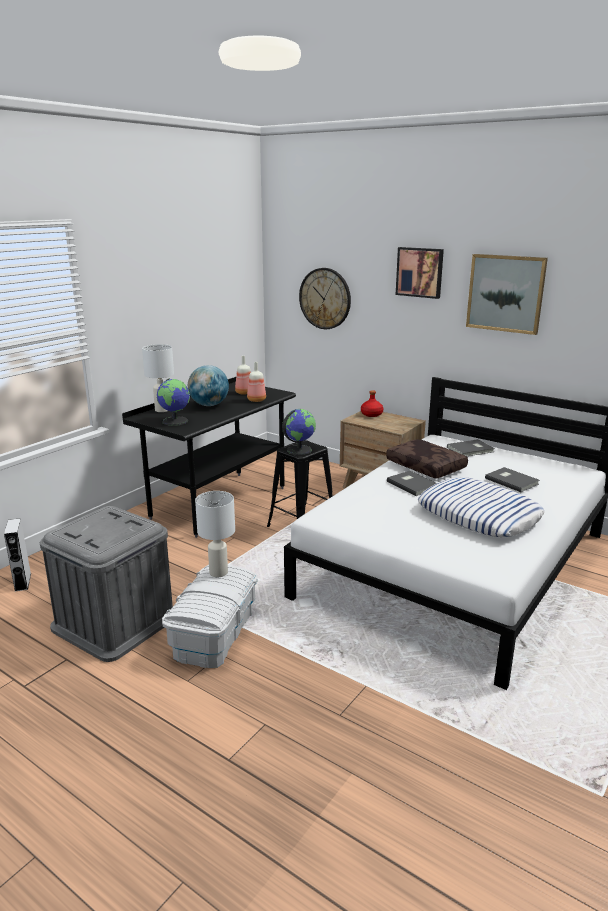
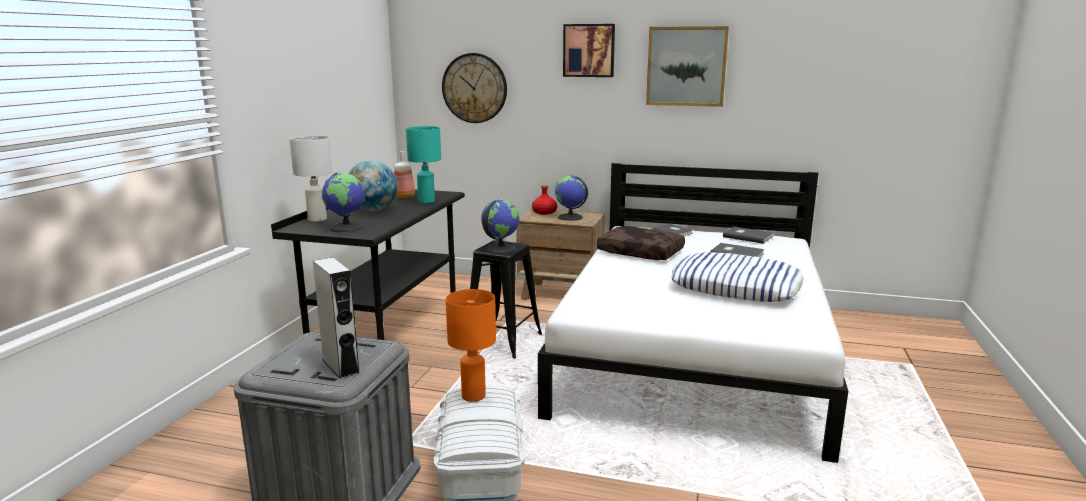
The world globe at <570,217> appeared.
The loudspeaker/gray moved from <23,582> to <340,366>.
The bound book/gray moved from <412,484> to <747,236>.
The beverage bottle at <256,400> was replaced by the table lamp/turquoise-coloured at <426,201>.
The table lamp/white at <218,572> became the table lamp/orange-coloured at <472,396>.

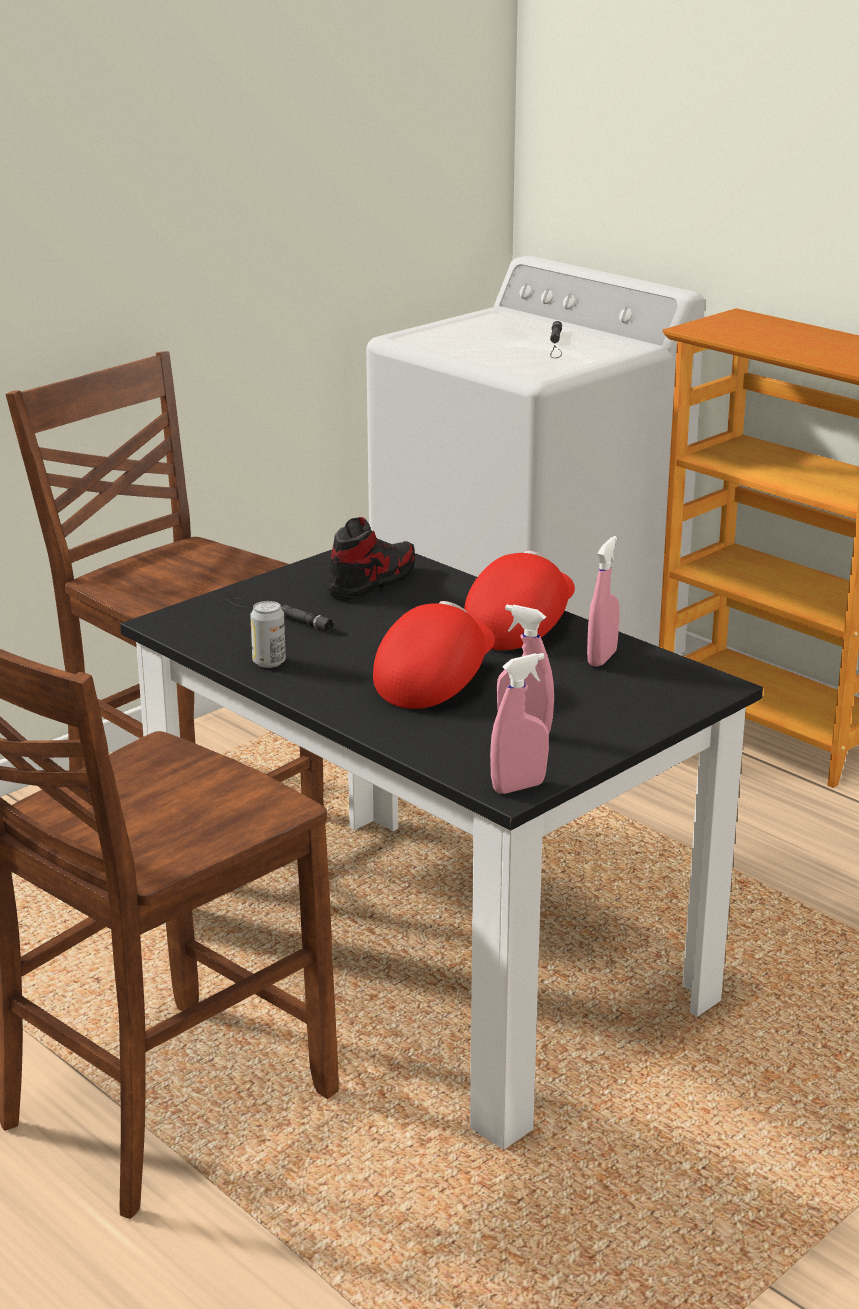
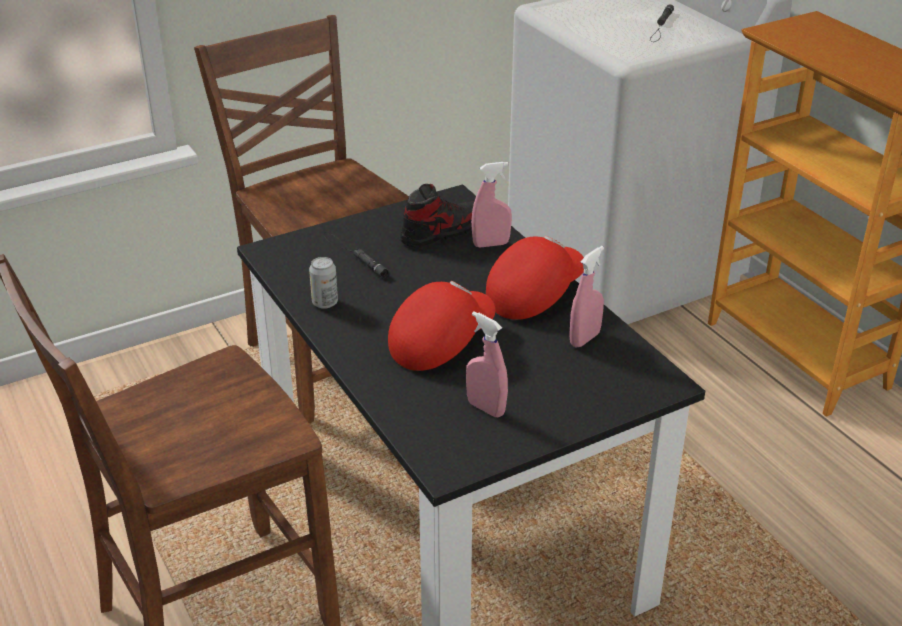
The hand sprayer/pink-coloured moved from <518,787> to <491,244>.

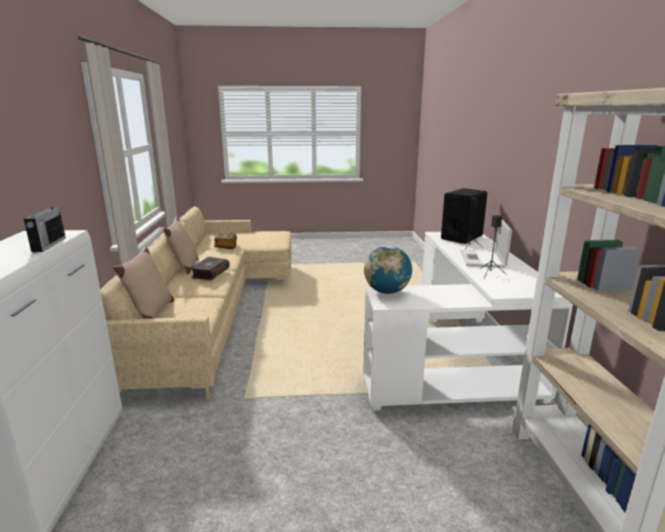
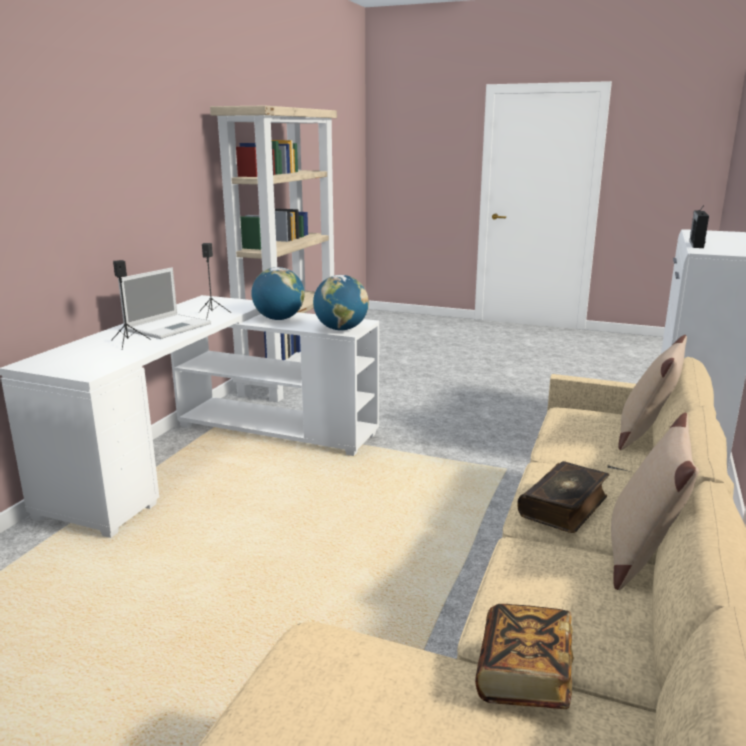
The loudspeaker/black at <461,237> disappeared.
The world globe at <279,319> appeared.

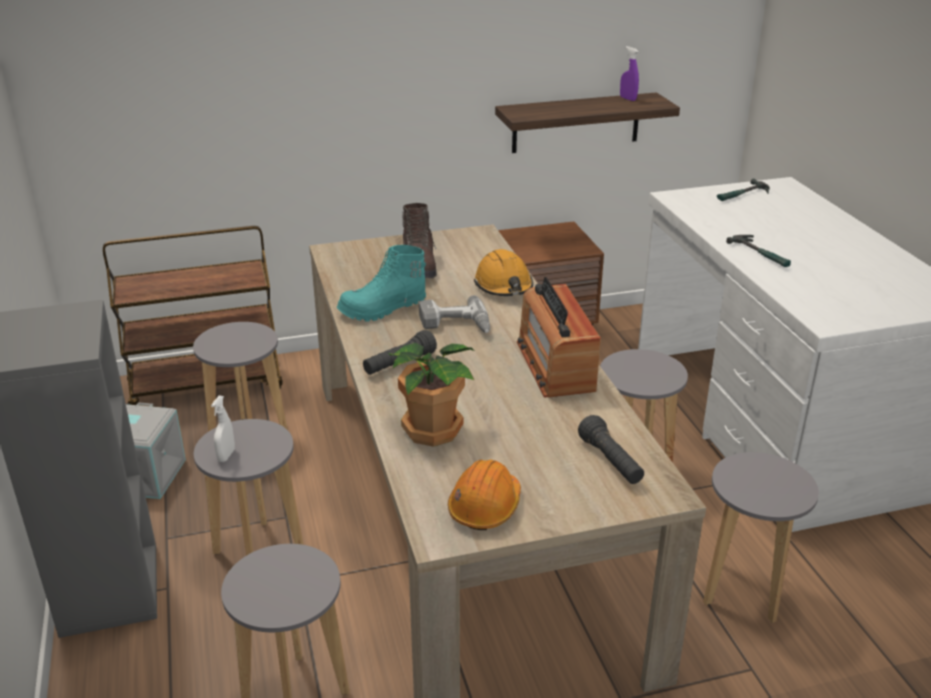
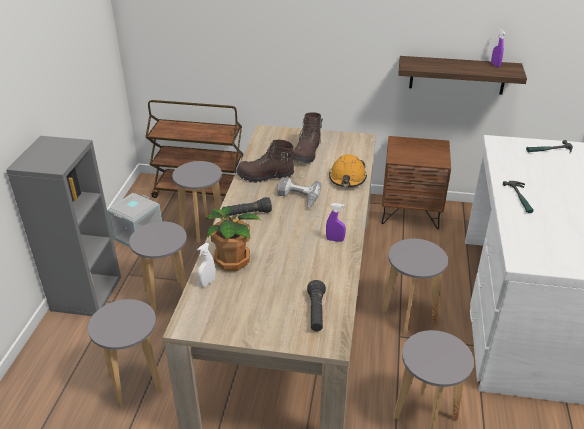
The safety helmet/orange-coloured at <485,507> disappeared.
The hand sprayer/white moved from <226,455> to <207,282>.
The radio set at <555,365> was replaced by the hand sprayer/purple at <335,240>.
The tall boot/turquoise-coloured at <383,309> became the tall boot/brown-coloured at <265,176>.

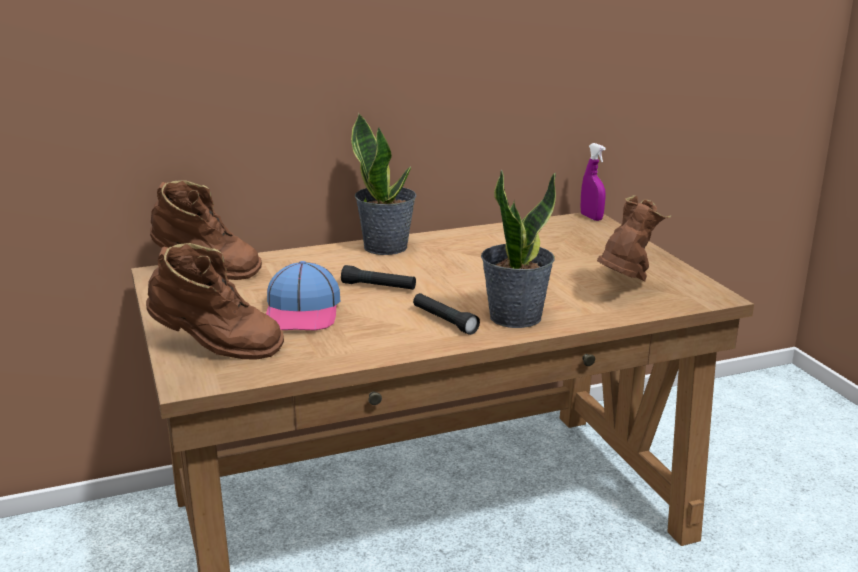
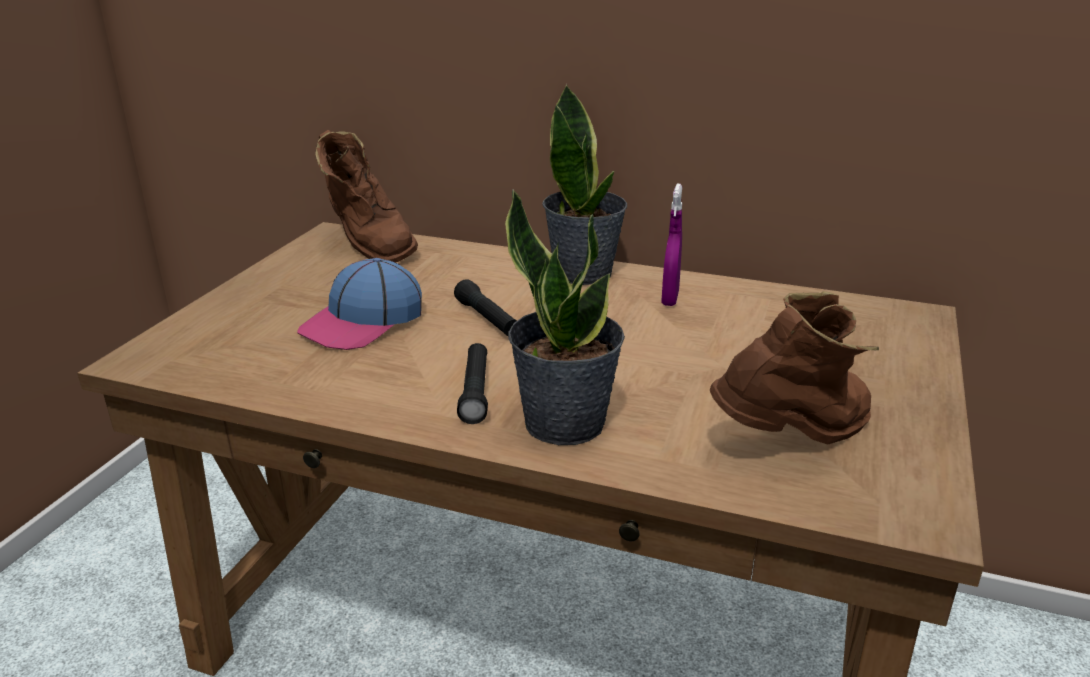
The tall boot/brown-coloured at <216,350> disappeared.
The hand sprayer/purple moved from <591,217> to <670,298>.

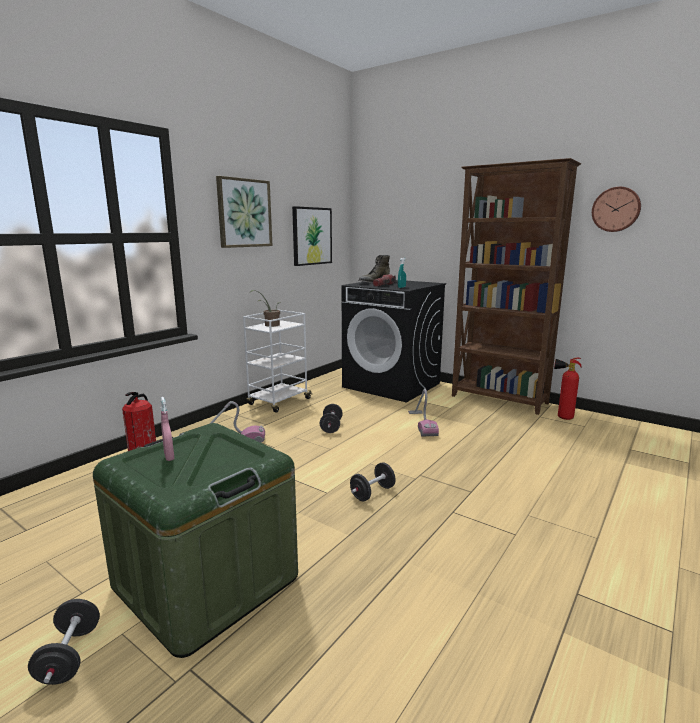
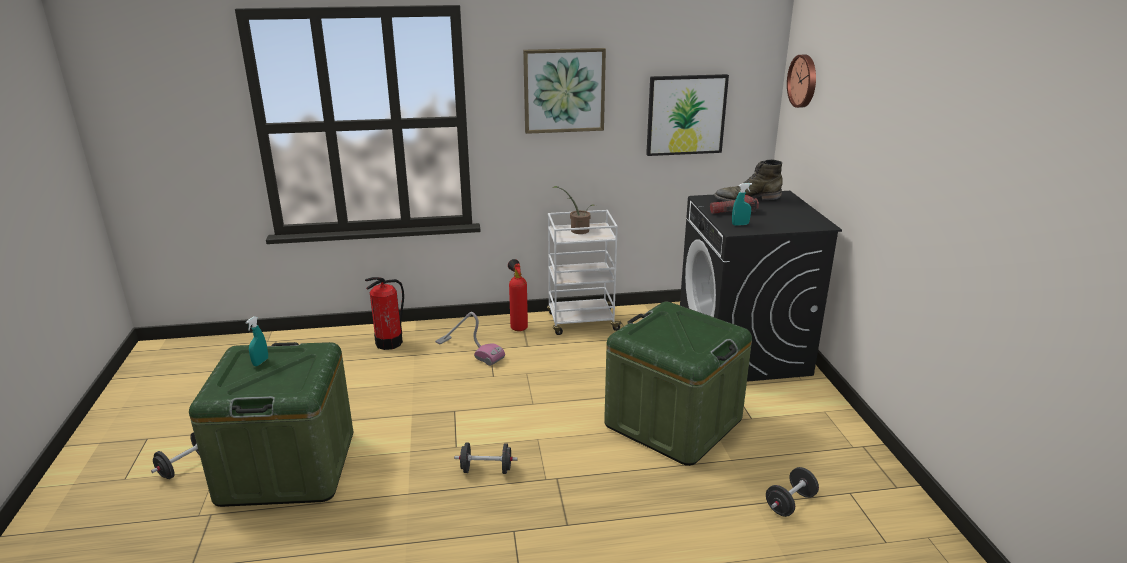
The bookcase/brown-coloured at <499,400> disappeared.
The hand weight/black moved from <331,427> to <790,503>.
The fire-fighting cylinder moved from <561,417> to <518,327>.
The hanging clock moved from <616,209> to <804,81>.
The vacuum cleaner at <422,424> was replaced by the storage bin/green-coloured at <673,422>.
The hand sprayer/pink-coloured at <169,457> became the hand sprayer/turquoise-coloured at <260,362>.

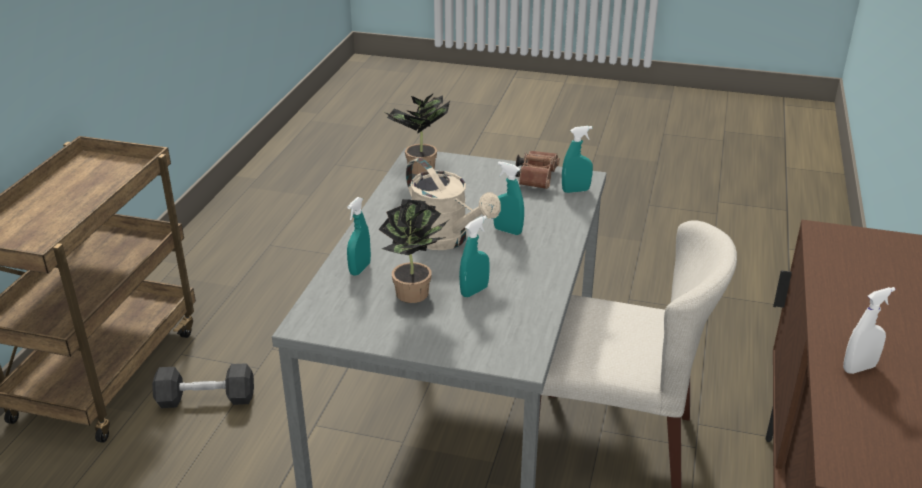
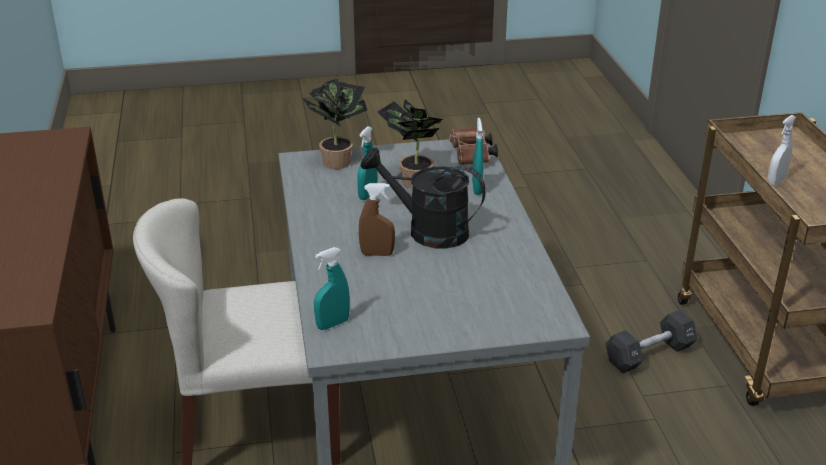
The plant in a pot moved from <419,170> to <337,160>.
The binoculars/brown-coloured moved from <535,178> to <472,157>.
The hand sprayer/white moved from <859,368> to <776,182>.
The watering pot/sand-coloured at <447,240> became the watering pot/black at <427,230>.
The hand sprayer/turquoise-coloured at <507,231> became the hand sprayer/brown-coloured at <377,254>.

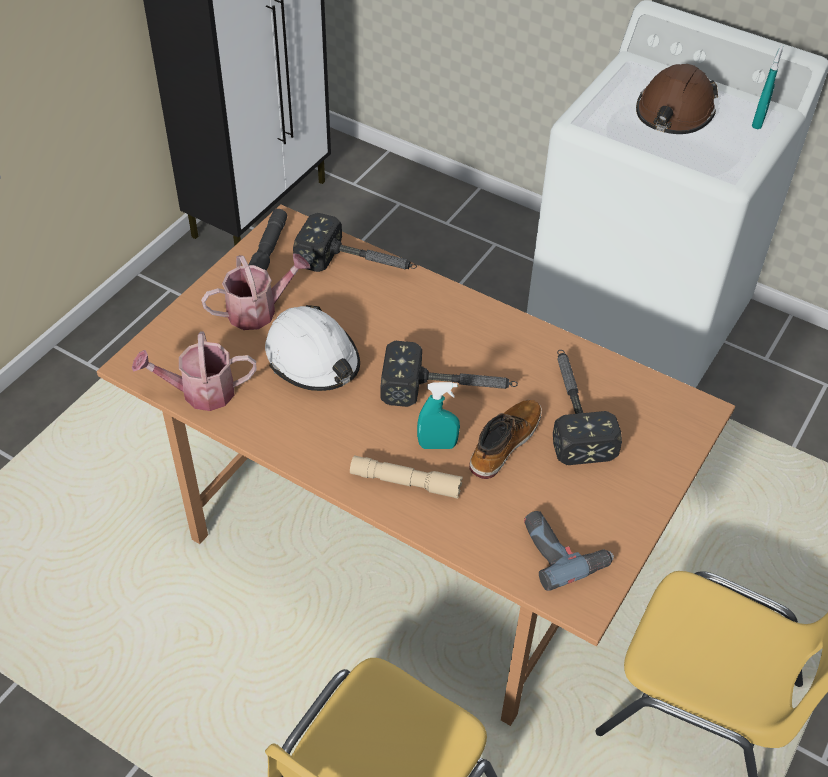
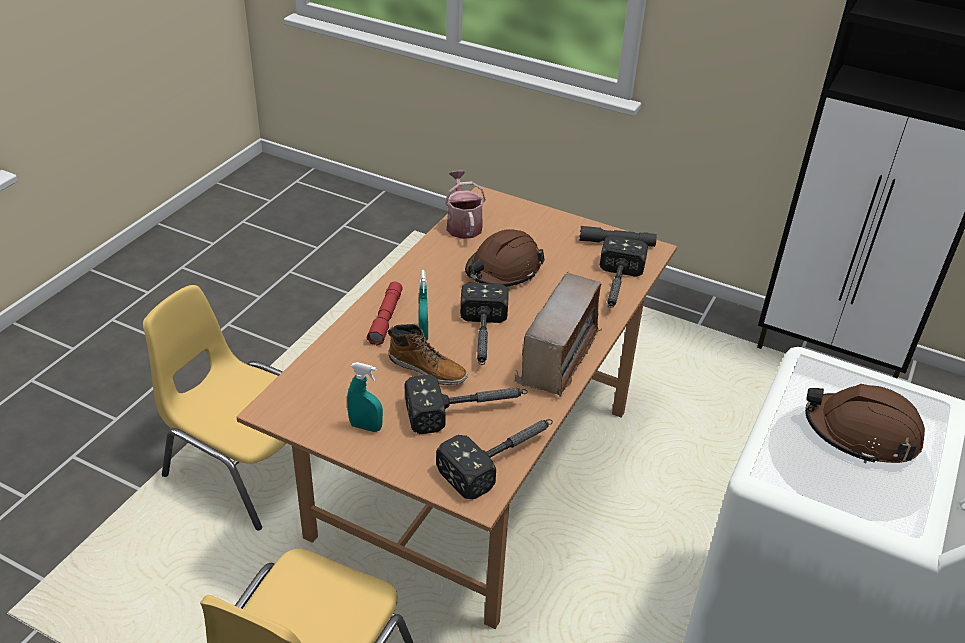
The watering pot at <258,310> disappeared.
The power drill at <563,550> disappeared.
The tool hammer at <502,458> appeared.
The radio set at <559,356> appeared.
The hand sprayer/turquoise-coloured moved from <758,121> to <365,427>.
The safety helmet/white at <313,359> became the safety helmet/brown-coloured at <503,270>.
The torch/sand-coloured at <405,482> became the torch/reddish at <386,318>.

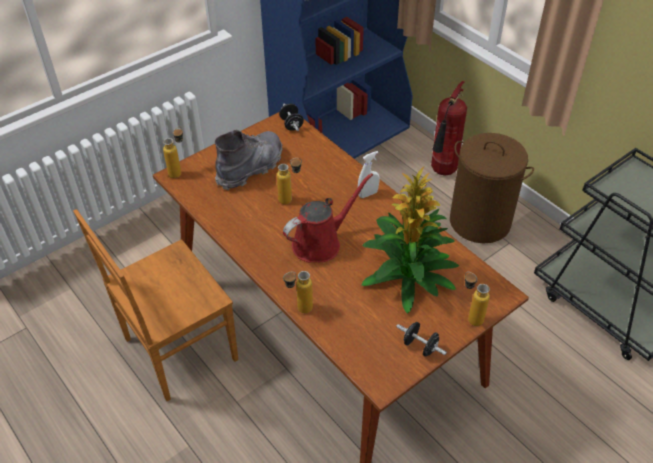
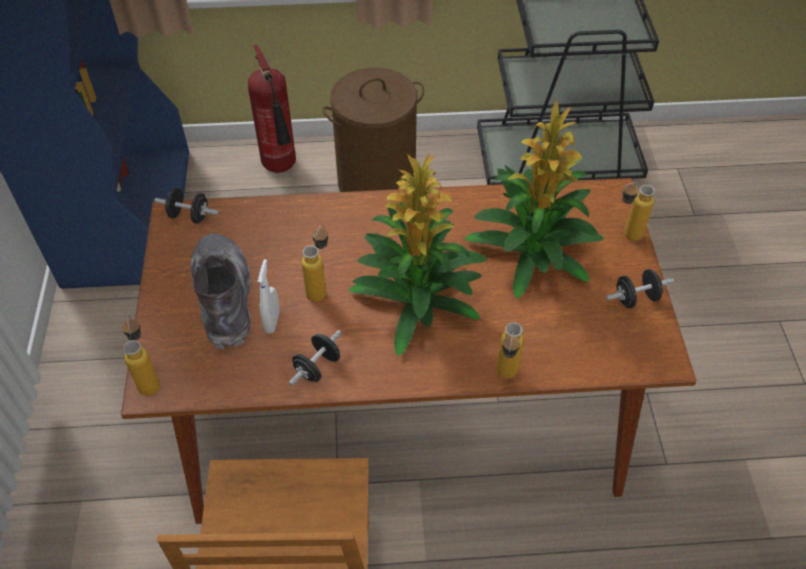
The hand weight/black at <317,367> appeared.
The hand sprayer/white moved from <368,194> to <272,321>.
The watering pot/reddish at <320,243> was replaced by the plant in a pot at <417,299>.

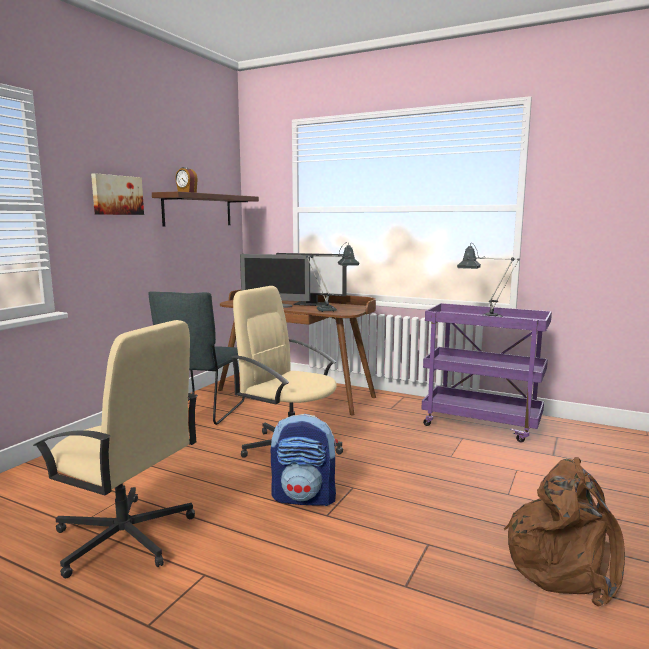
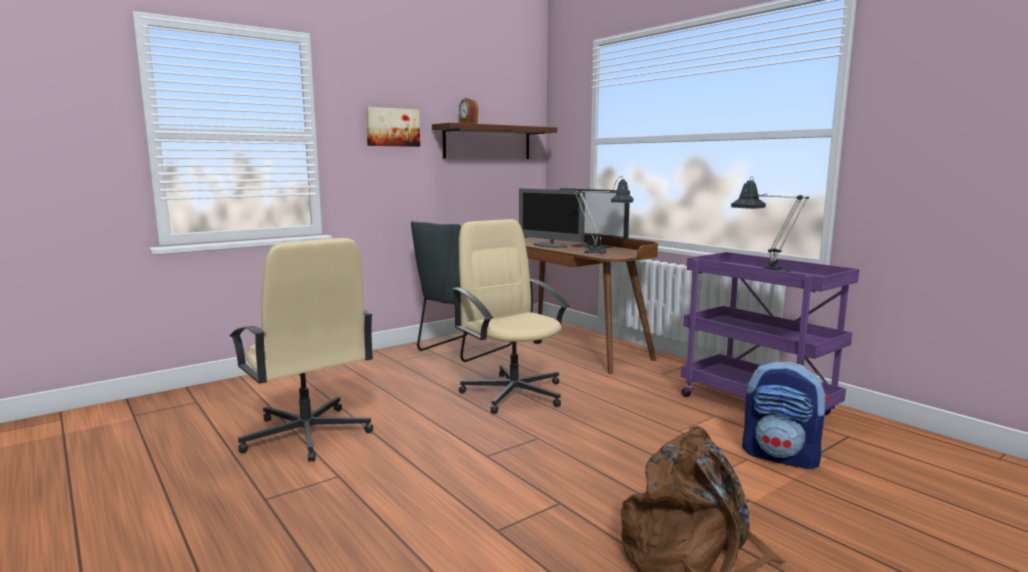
The knapsack moved from <305,497> to <781,456>.

